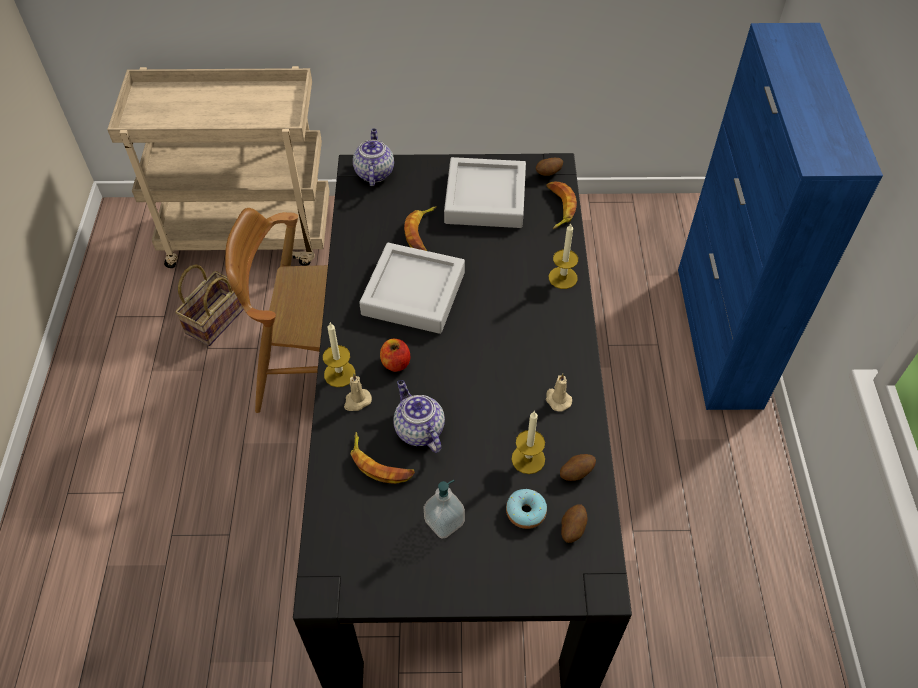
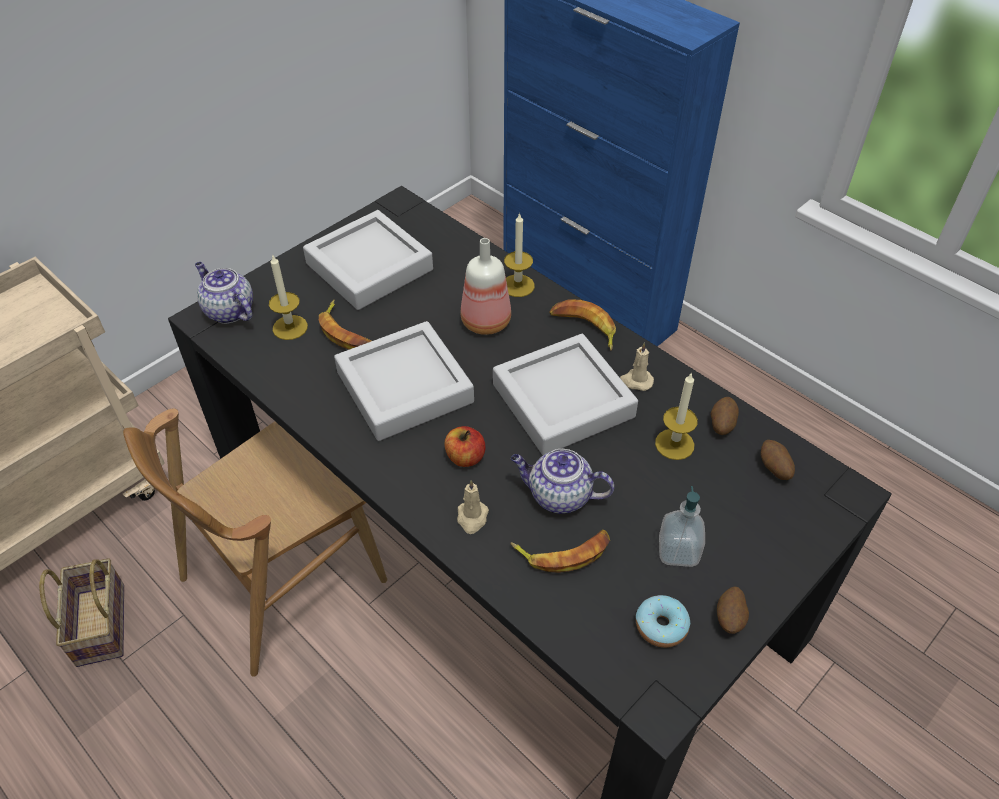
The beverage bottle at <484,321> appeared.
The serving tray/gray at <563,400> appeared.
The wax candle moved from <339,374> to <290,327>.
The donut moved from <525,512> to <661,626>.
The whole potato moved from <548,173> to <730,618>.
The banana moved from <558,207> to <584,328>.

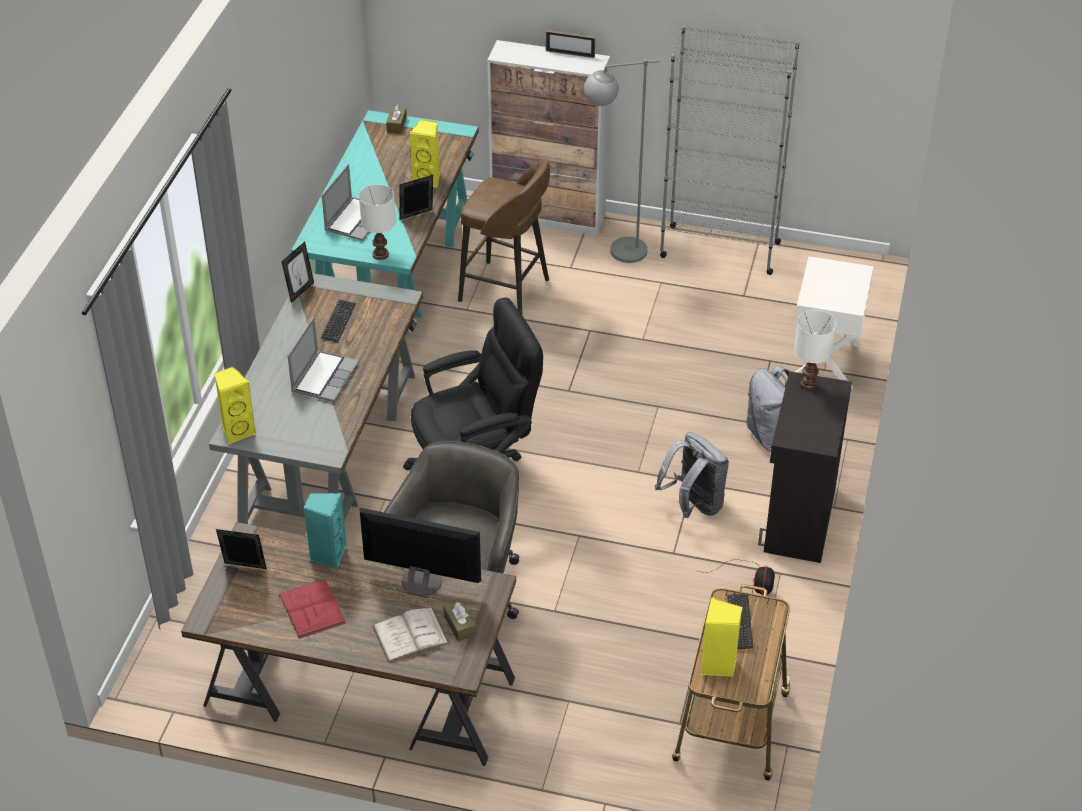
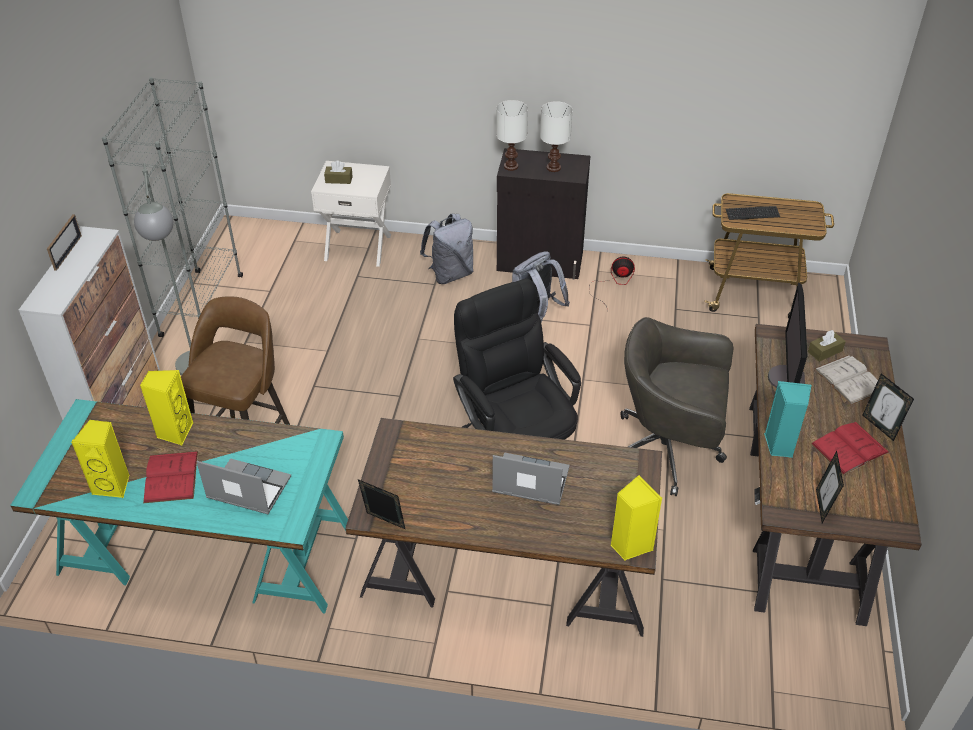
The keyboard at <338,322> disappeared.
The bound book/reddish at <171,477> appeared.
The table lamp/white moved from <380,255> to <554,168>.
The tissue box/brown-coloured moved from <396,125> to <339,179>.
The photo frame moved from <417,216> to <880,426>.
The loudspeaker/yellowish moved from <718,665> to <113,485>.
The desk unit/gray at <328,453> became the desk unit/brown-coloured at <506,572>.

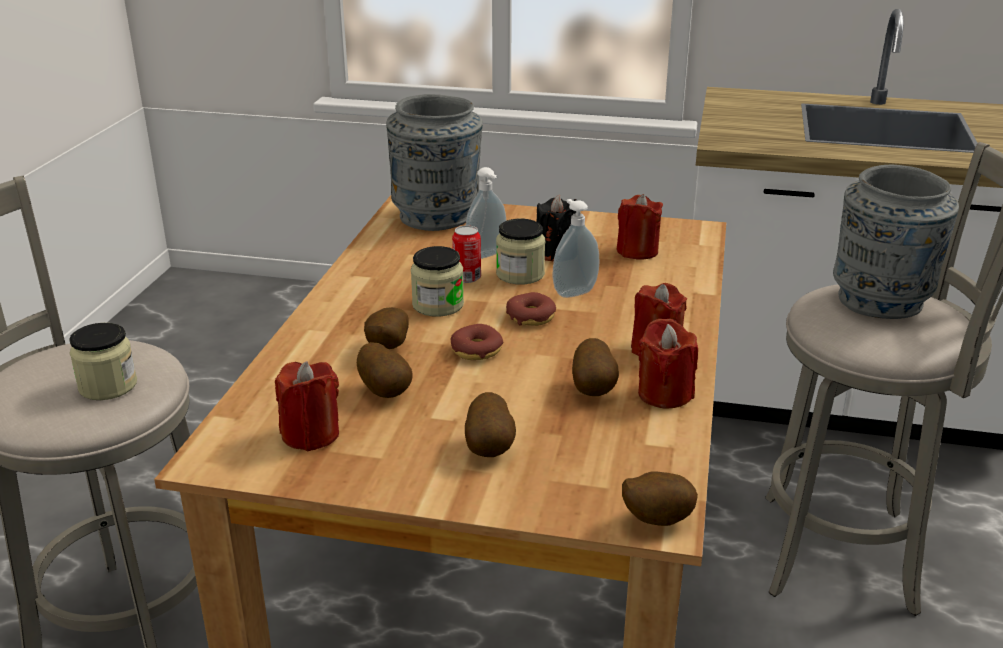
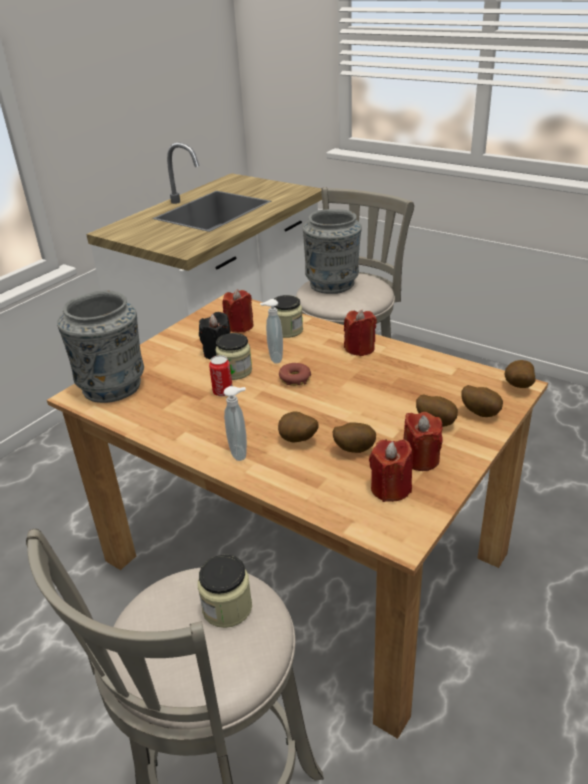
The donut at <477,350> disappeared.
The jar moved from <438,305> to <287,330>.
The soap bottle moved from <487,255> to <240,452>.
The whole potato moved from <594,389> to <480,413>.
The wax candle/reddish moved from <664,394> to <420,459>.

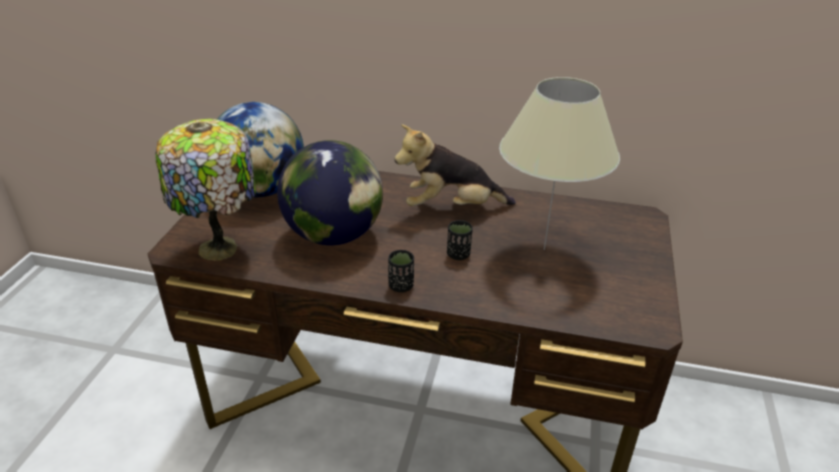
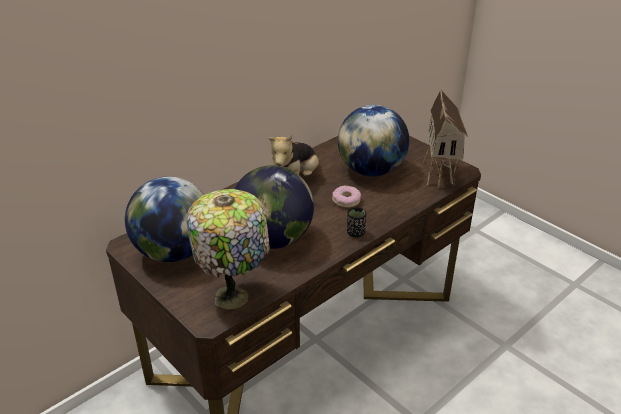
The toy house at <440,175> appeared.
The drinking cup/black at <458,255> was replaced by the donut at <346,200>.
The table lamp/sand-coloured at <544,249> was replaced by the world globe at <371,171>.

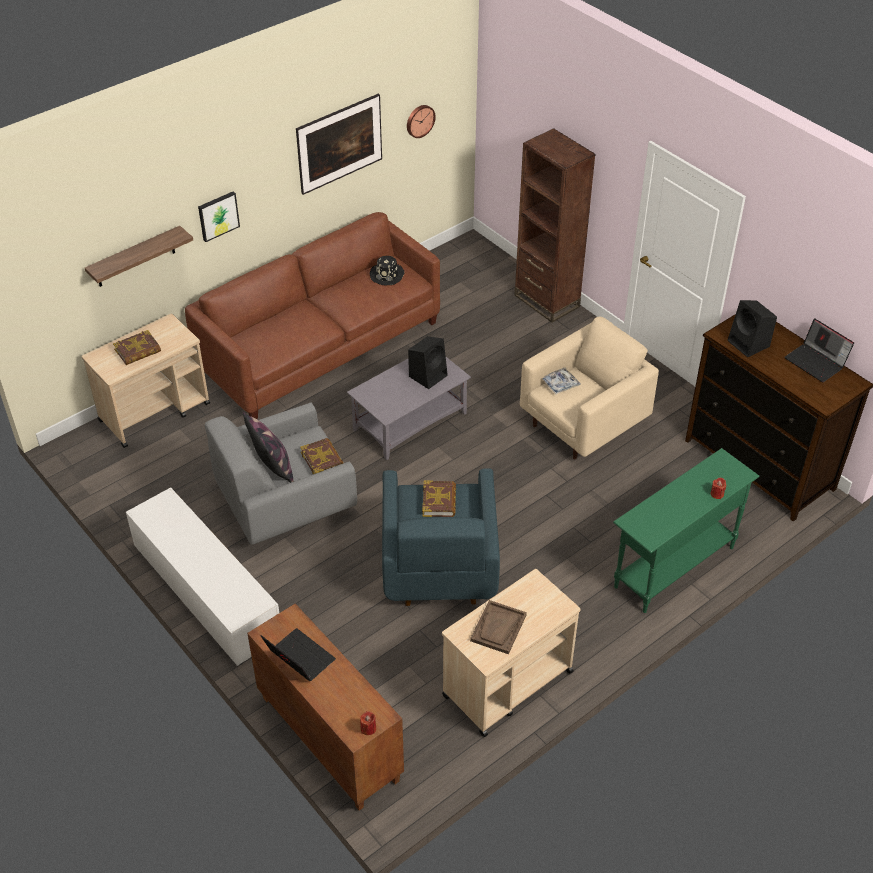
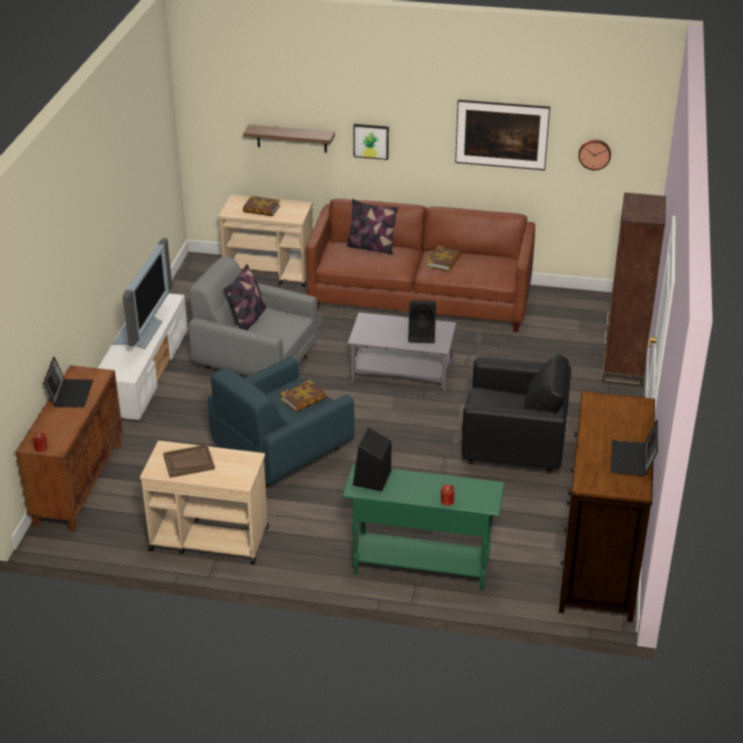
The wearable hat/black at <387,275> disappeared.
The serving tray at <560,384> disappeared.
The TV at <141,333> appeared.
The cushion at <371,247> appeared.
The bound book moved from <322,460> to <444,261>.
The loudspeaker/black moved from <749,344> to <372,479>.
The easy chair/sand-coloured at <583,424> became the easy chair/black at <513,450>.

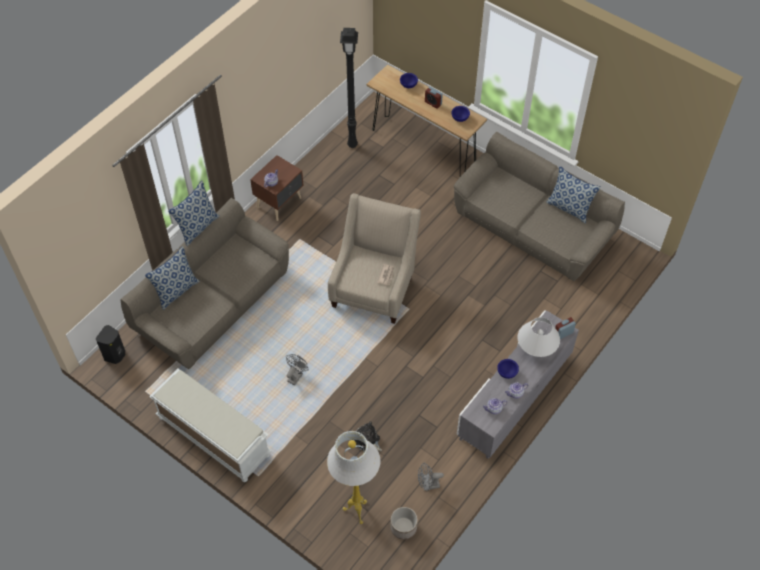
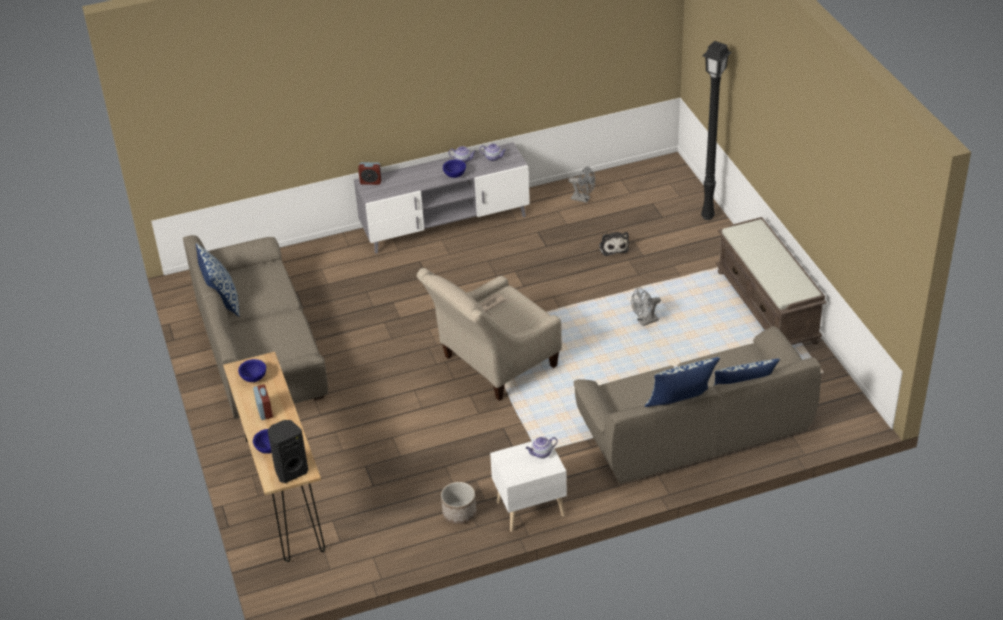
The standard lamp/white at <355,512> disappeared.
The table lamp/white at <536,348> disappeared.
The loudspeaker/black moved from <115,355> to <290,471>.
The standard lamp/black moved from <351,145> to <709,216>.
The plant pot moved from <403,528> to <459,513>.
The bench/white at <212,436> became the bench/brown-coloured at <768,307>.
The bedside table/brown-coloured at <280,203> became the bedside table/white at <529,508>.

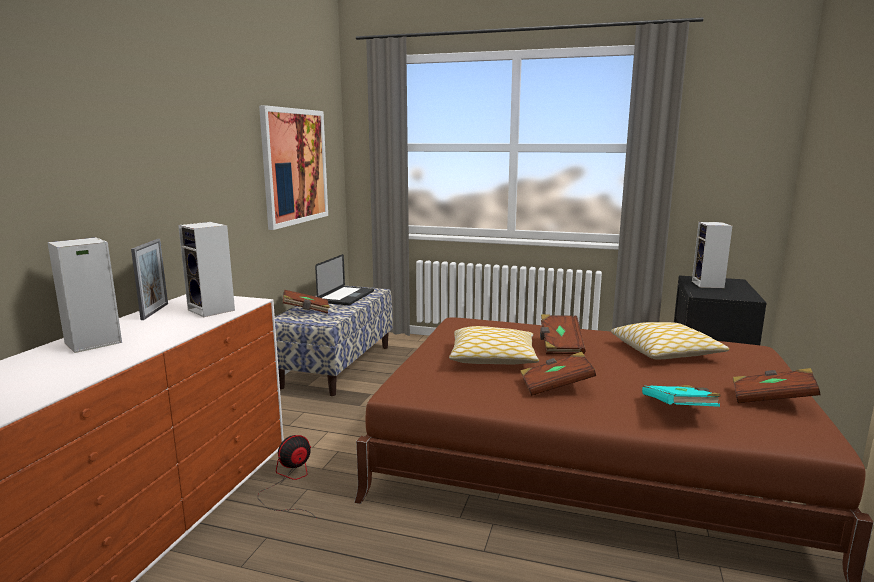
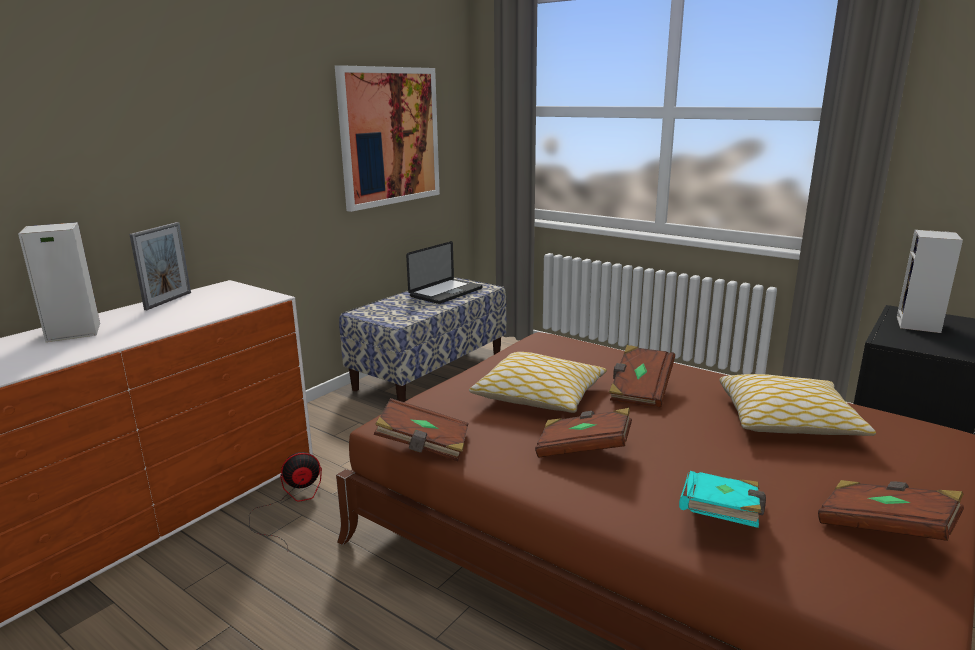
The loudspeaker at <213,310> disappeared.
The bound book/brown-coloured moved from <306,311> to <423,446>.

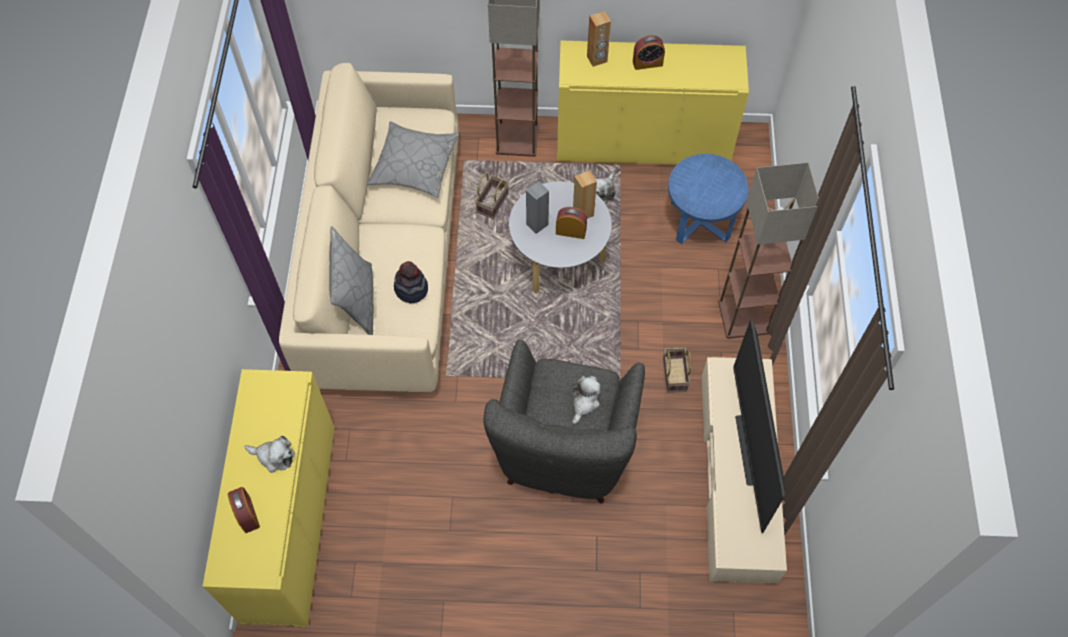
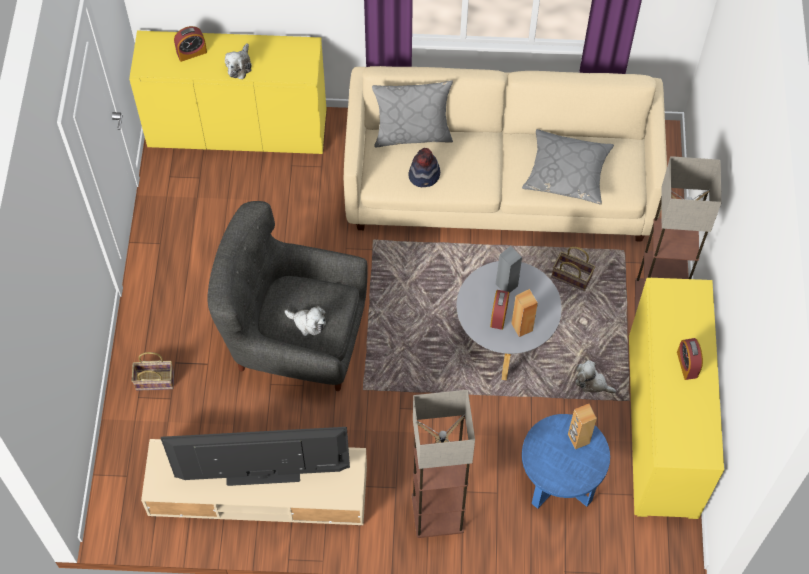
The loudspeaker/brown-coloured moved from <597,59> to <578,439>.
The basket moved from <673,374> to <156,380>.

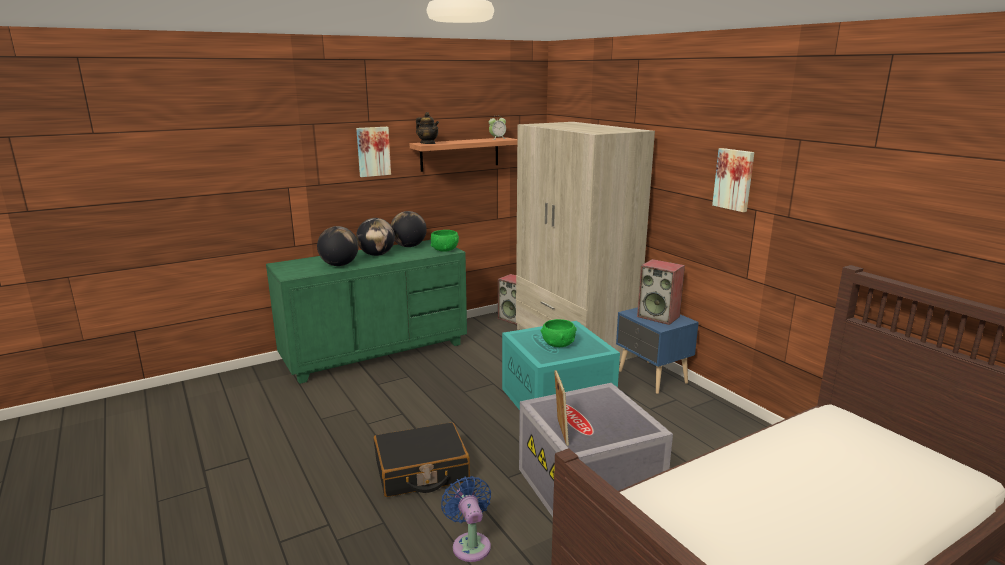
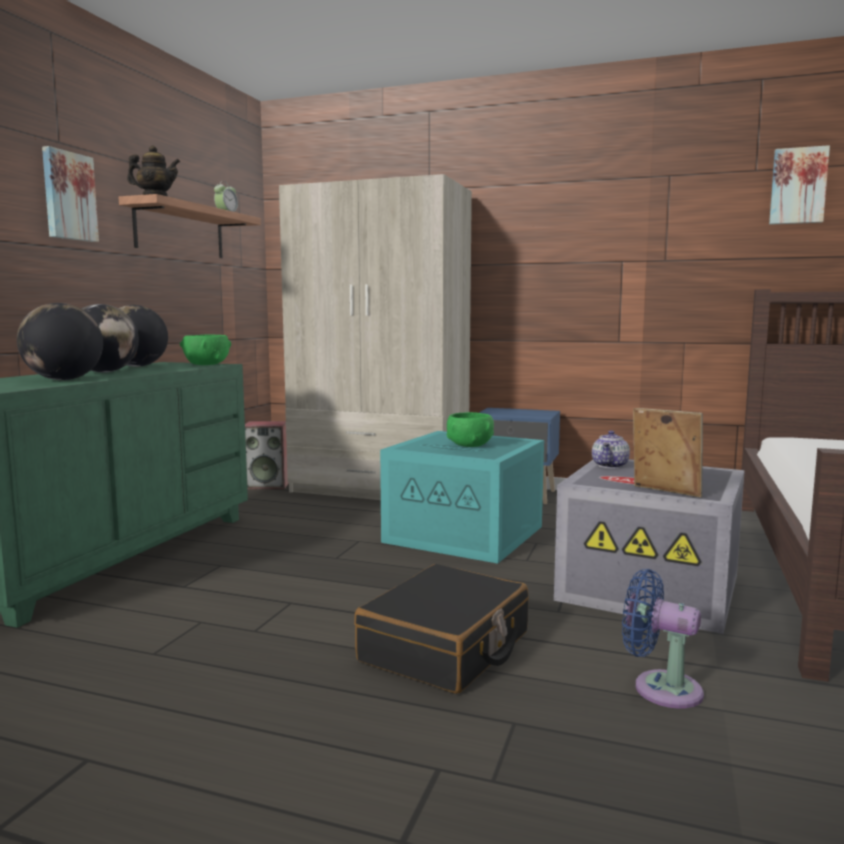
The loudspeaker at <659,316> disappeared.
The teapot at <610,465> appeared.
The wall picture moved from <734,179> to <798,186>.

